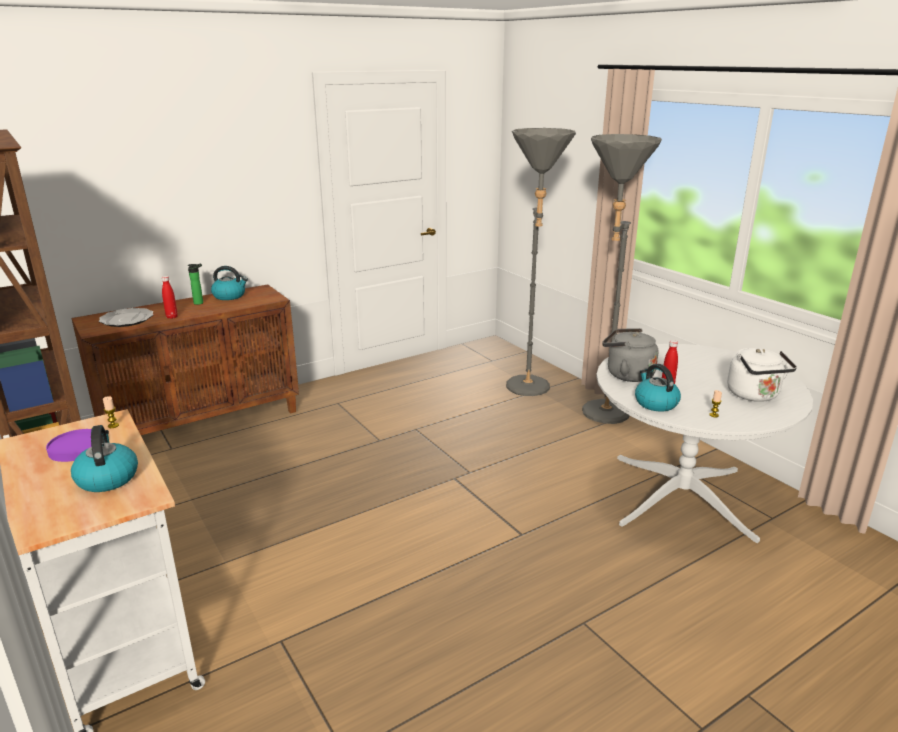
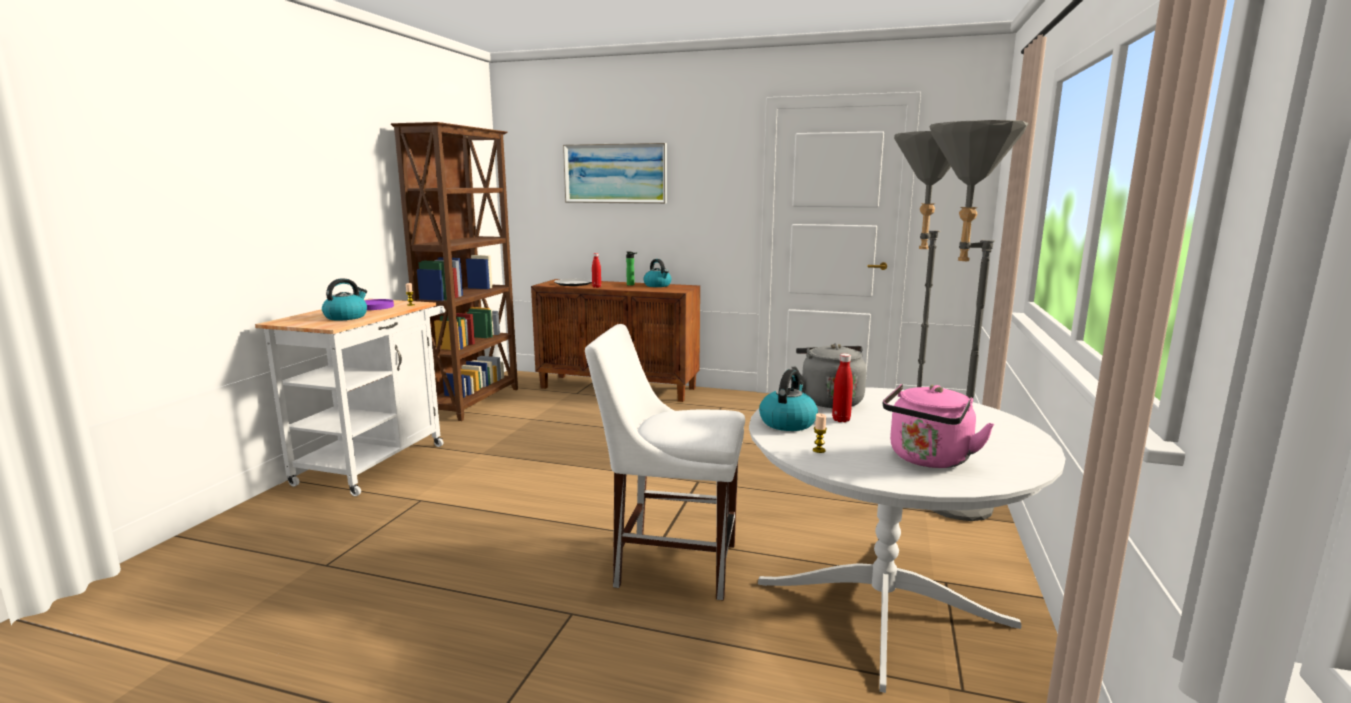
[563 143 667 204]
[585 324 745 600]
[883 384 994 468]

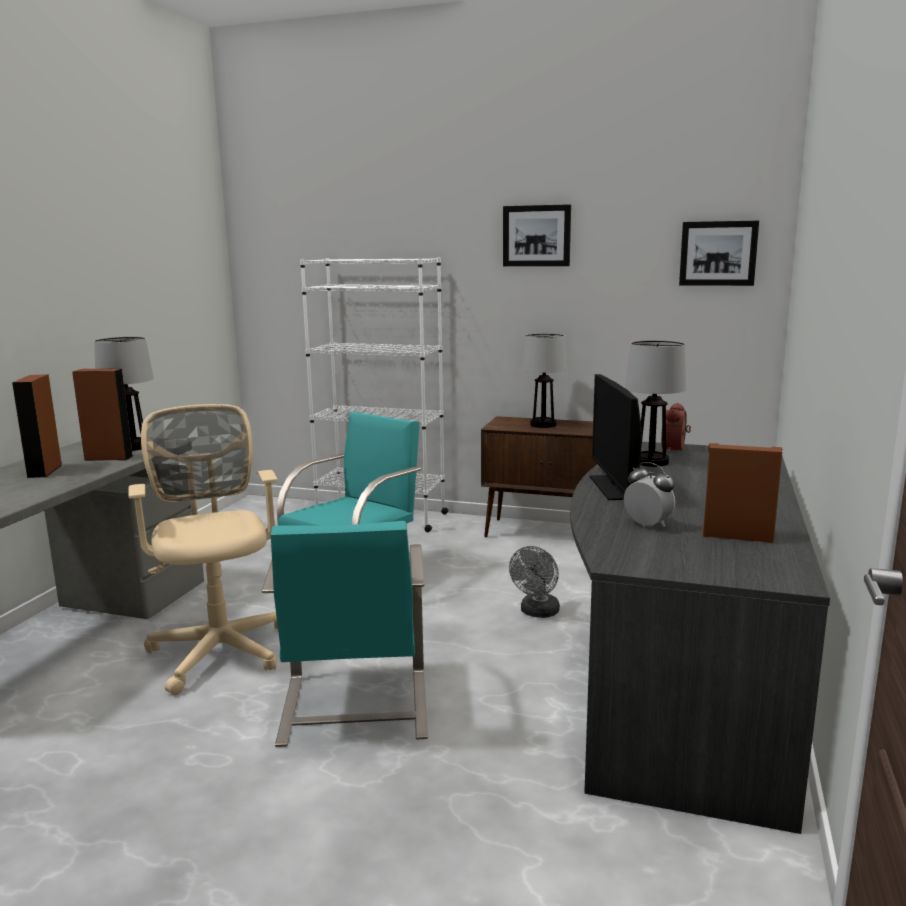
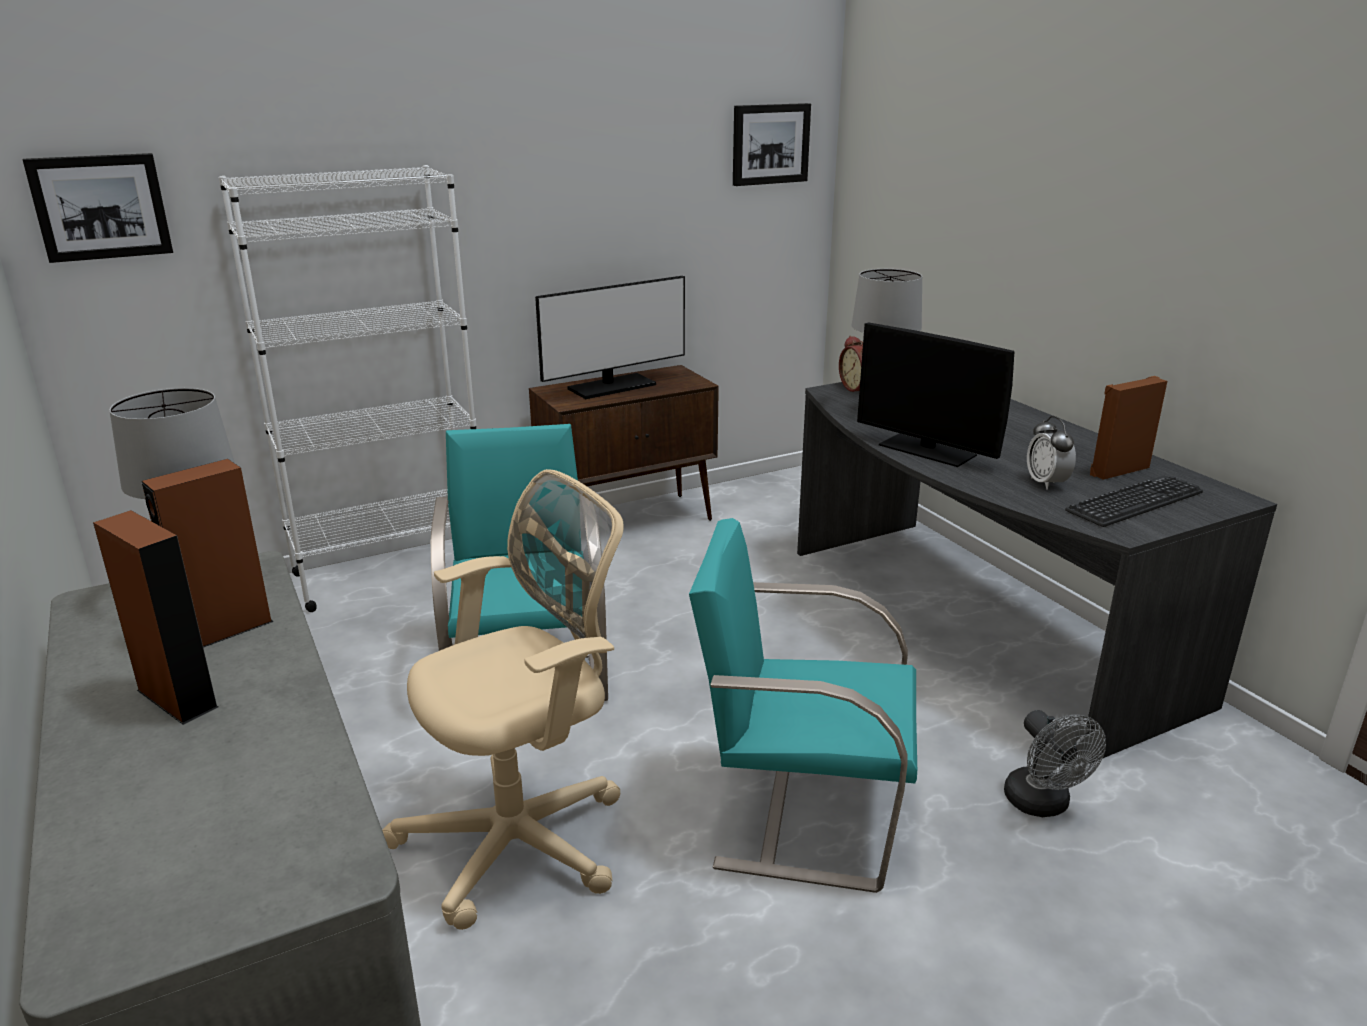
[23 153 173 263]
[382 469 624 930]
[535 276 685 399]
[689 518 917 893]
[1004 710 1106 817]
[1027 416 1076 490]
[1065 476 1203 527]

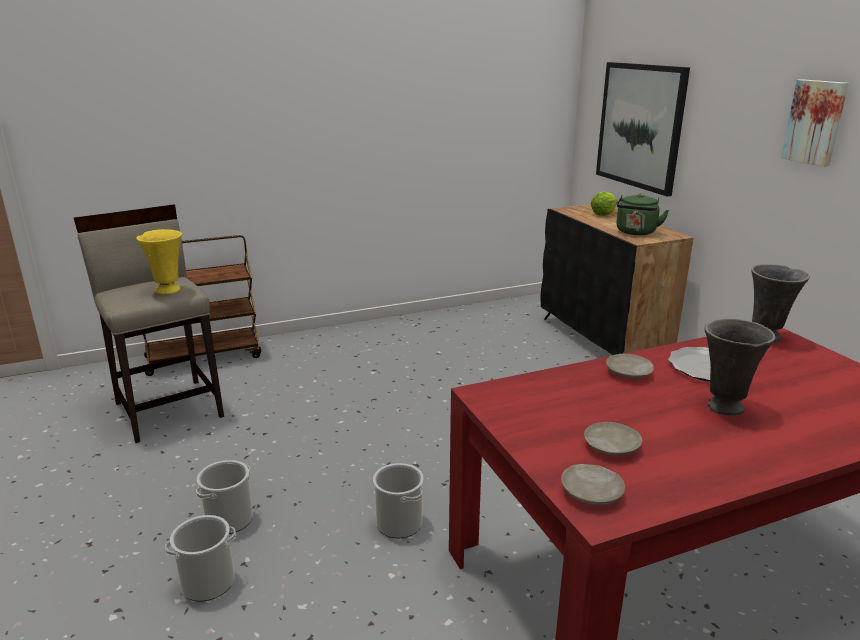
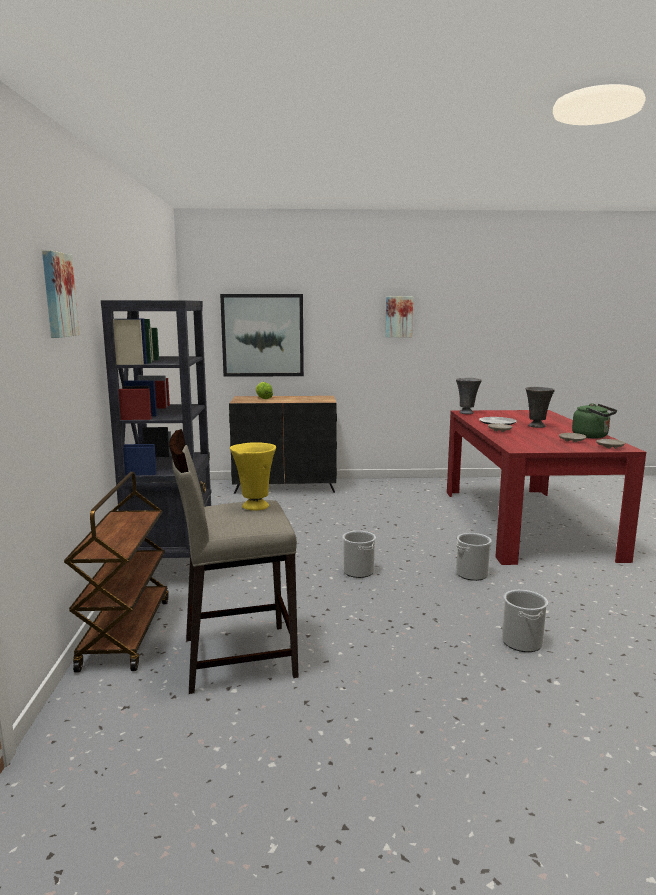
[42 250 79 338]
[101 300 211 558]
[342 531 376 578]
[572 403 617 439]

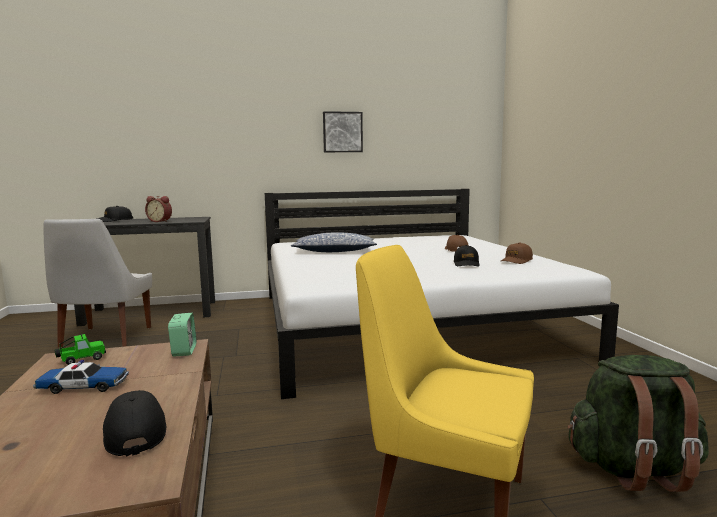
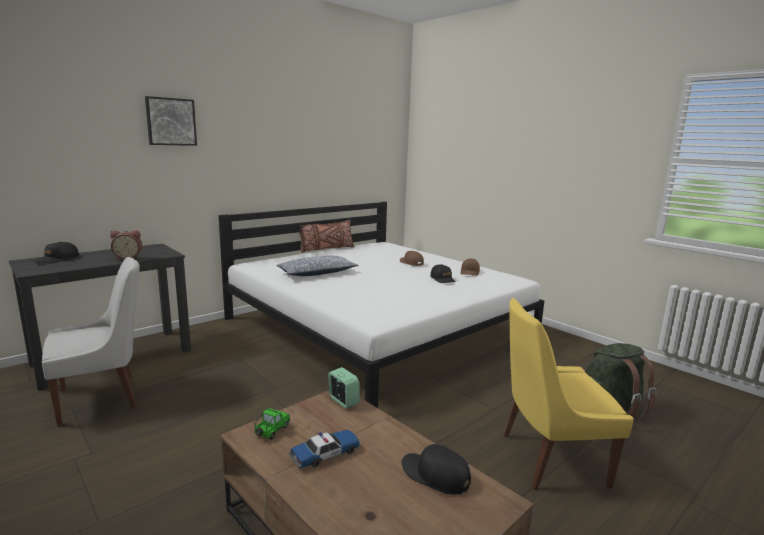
[42 257 140 426]
[145 96 197 146]
[299 220 355 253]

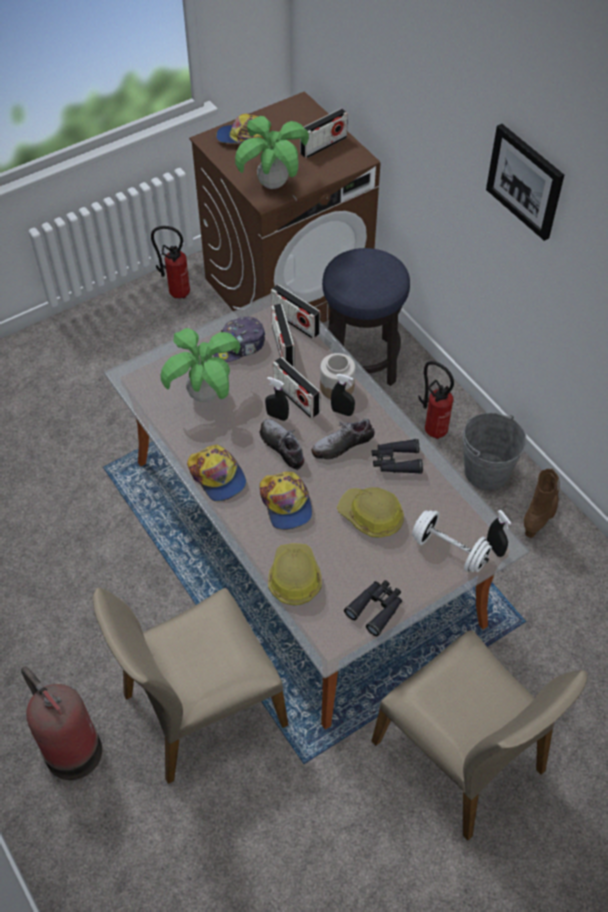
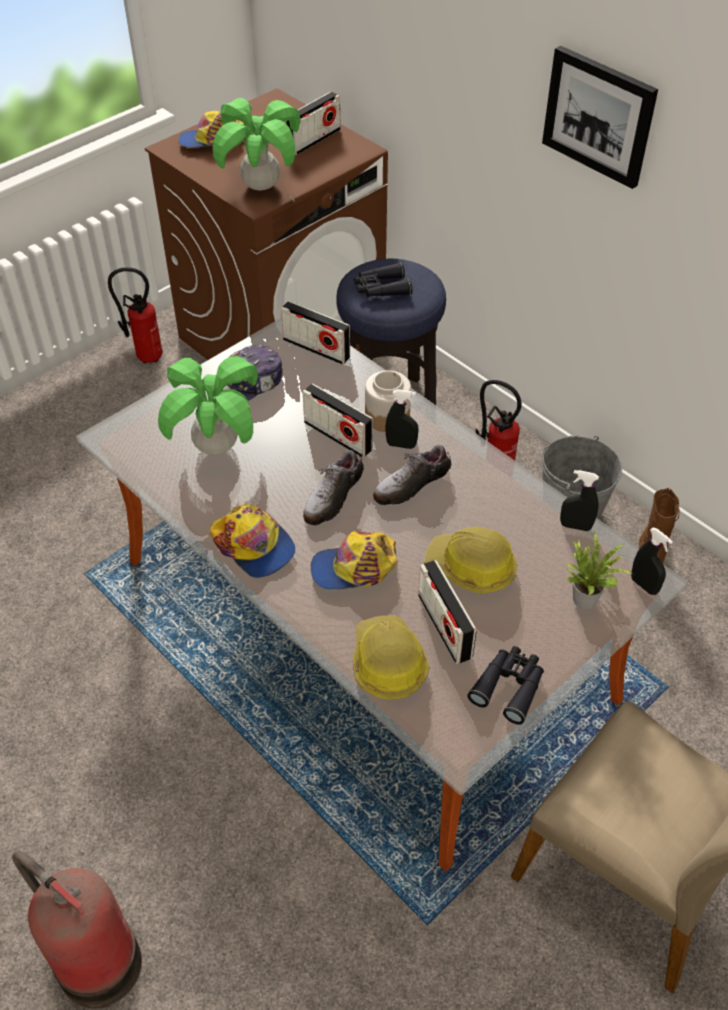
[303 450 364 526]
[311 531 398 590]
[354 262 412 297]
[418 560 477 664]
[560 470 599 531]
[564 532 633 609]
[93 587 288 784] (first image)

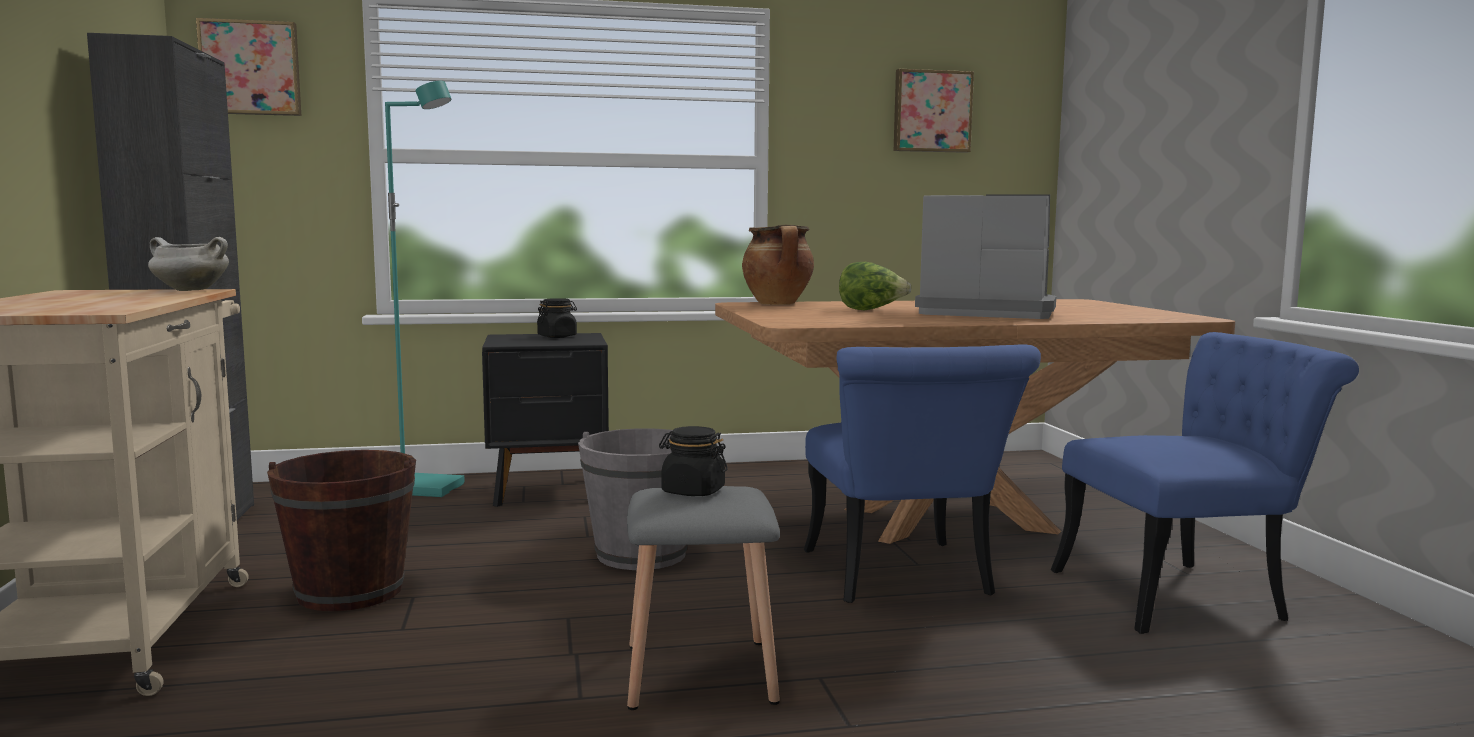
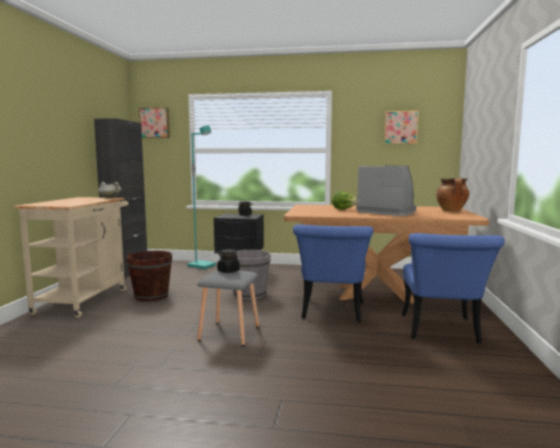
[402 233 505 344]
[436 178 469 212]

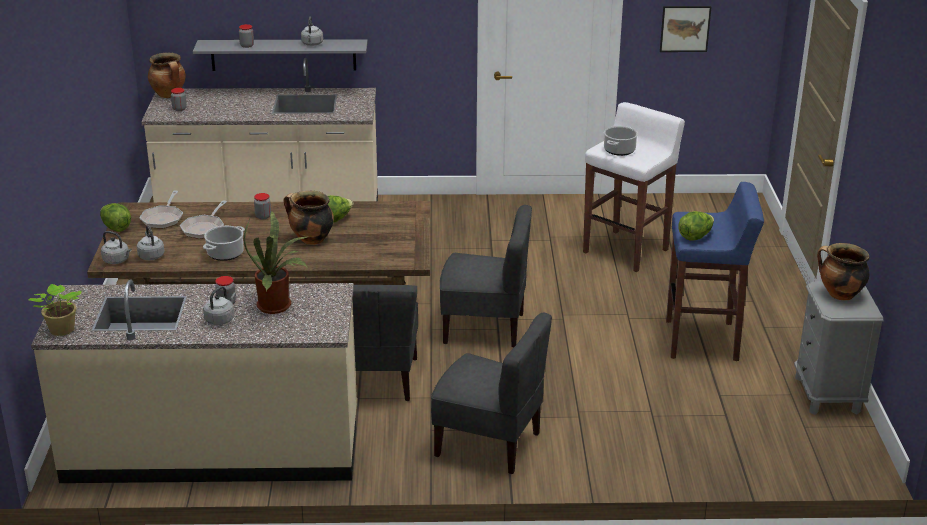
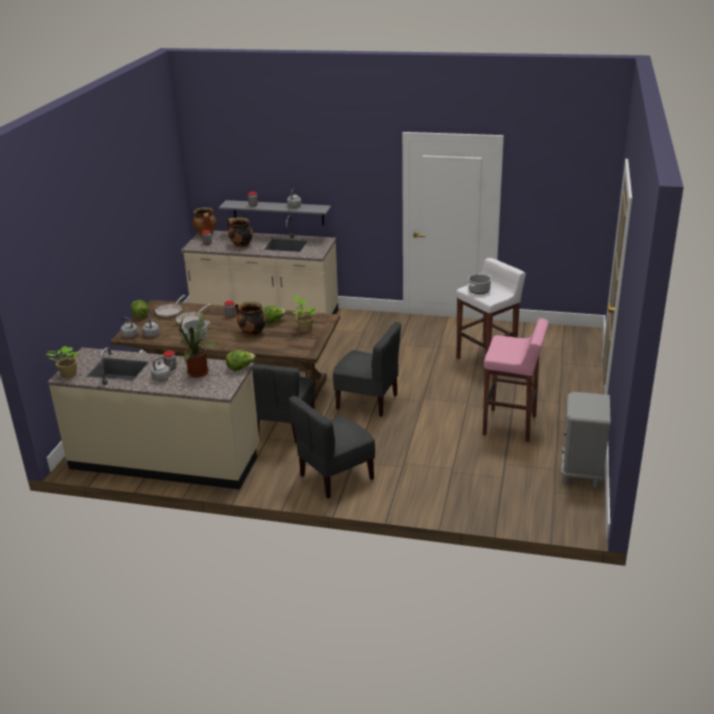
[226 350 255 371]
[227 218 253 247]
[289 396 375 498]
[292 295 316 332]
[483 318 549 442]
[660 6 711 52] (first image)

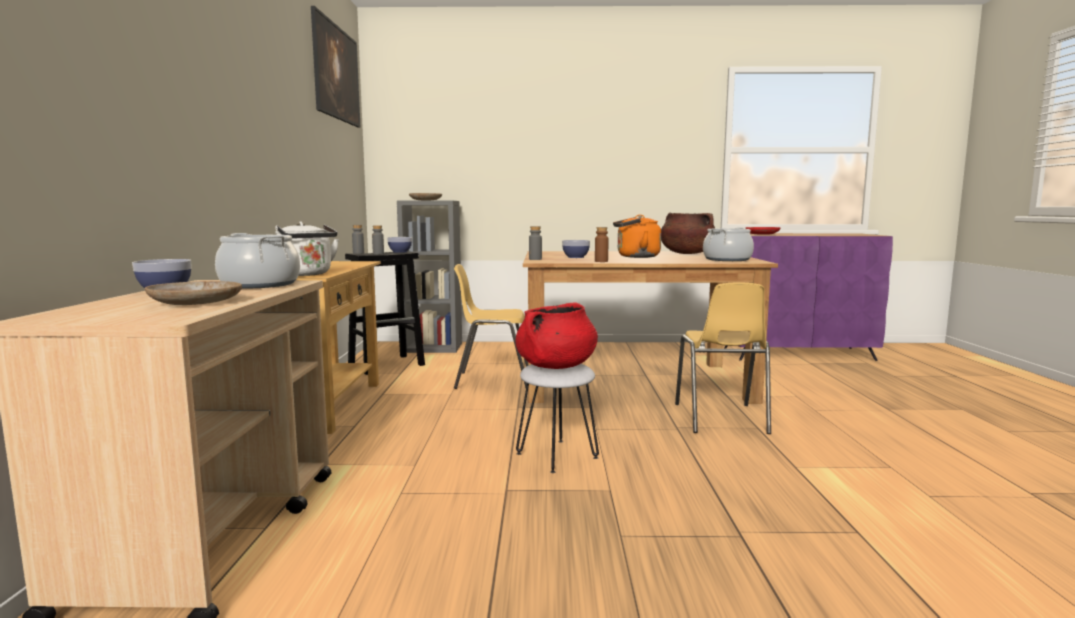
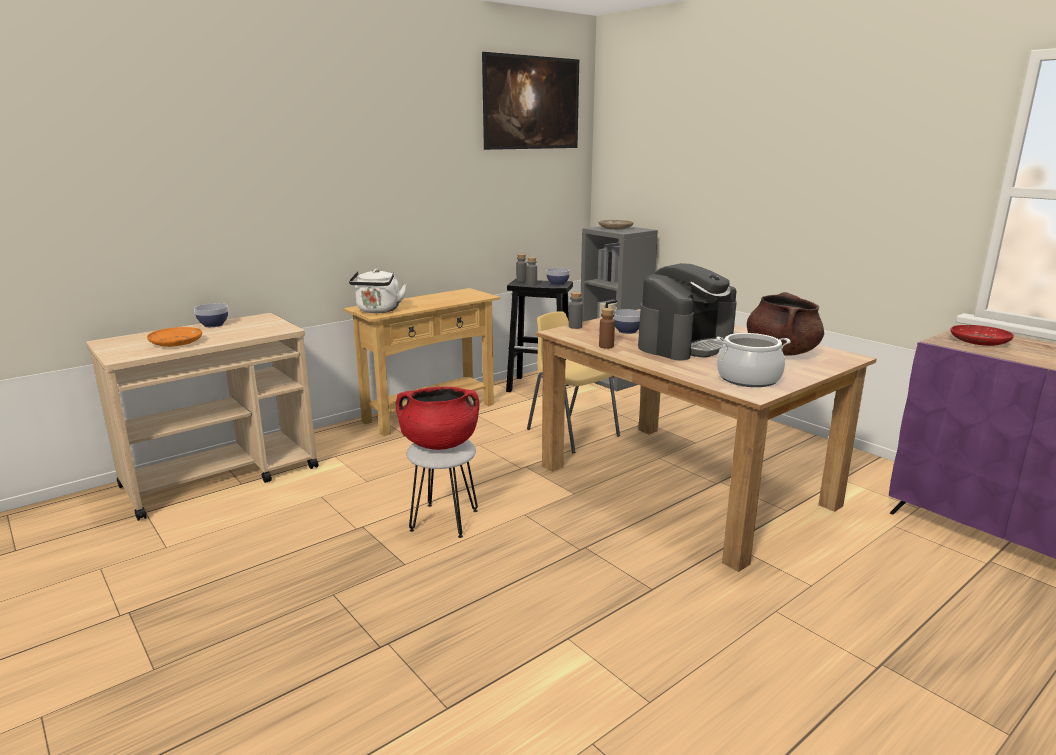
[147 327 202 347]
[638 263 737 360]
[215 233 300 288] (first image)
[675 283 771 434] (first image)

